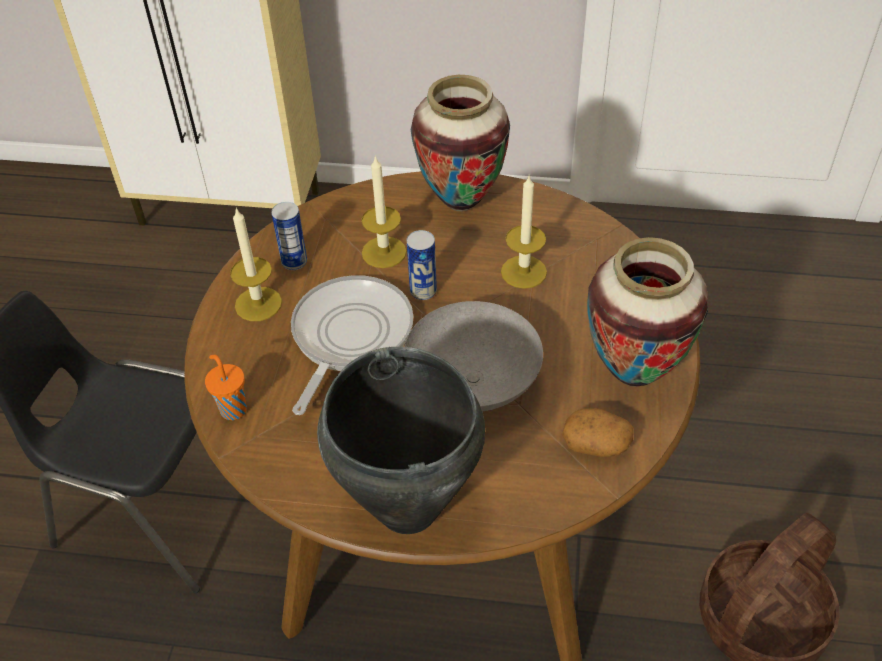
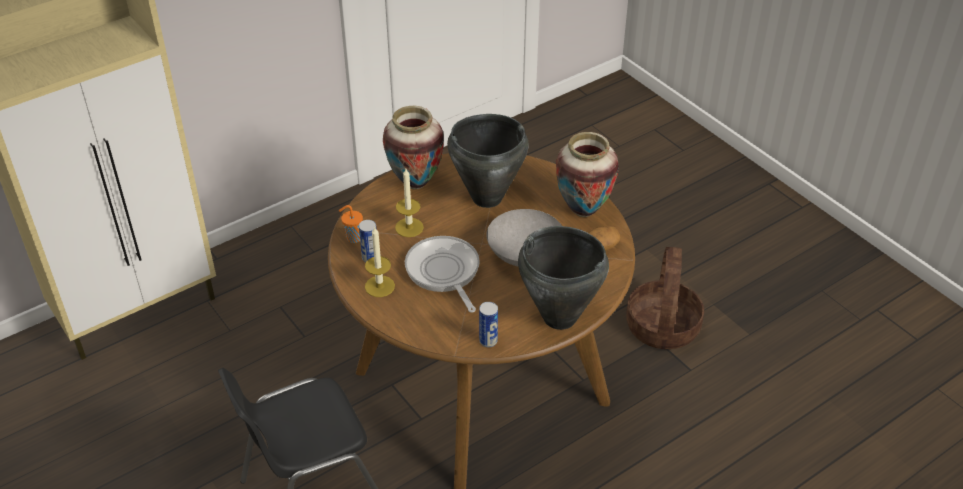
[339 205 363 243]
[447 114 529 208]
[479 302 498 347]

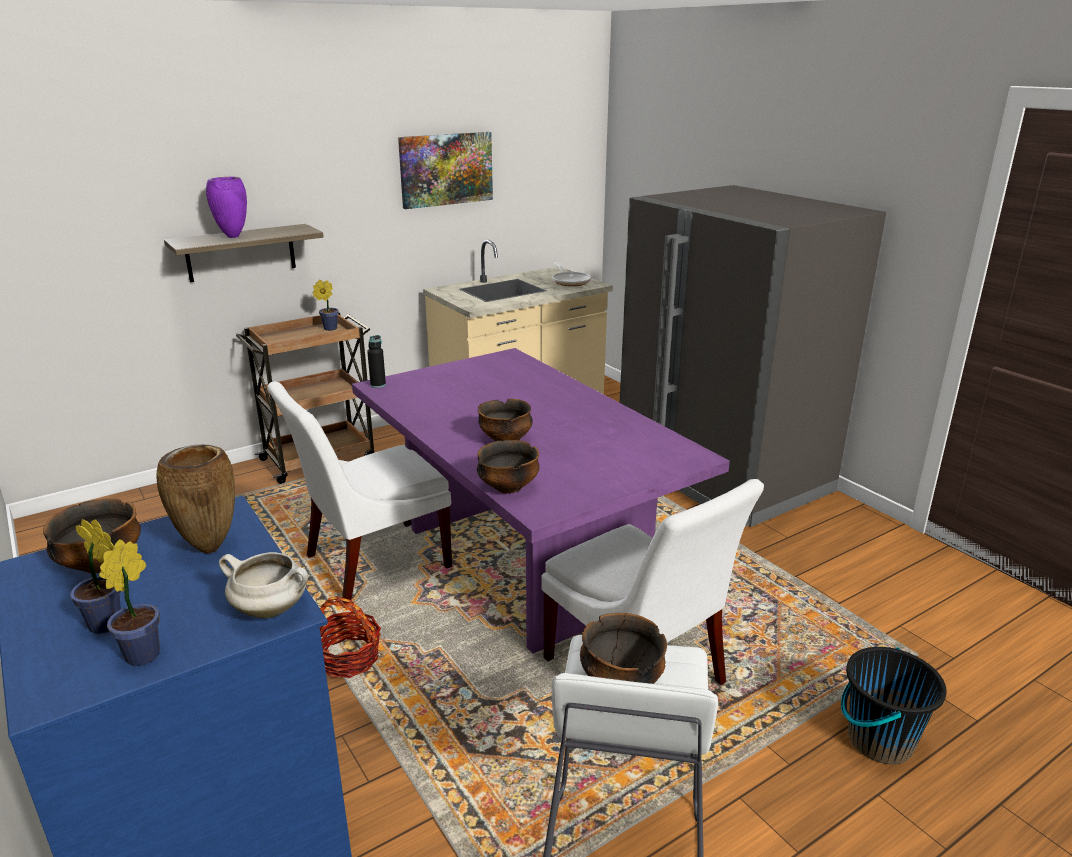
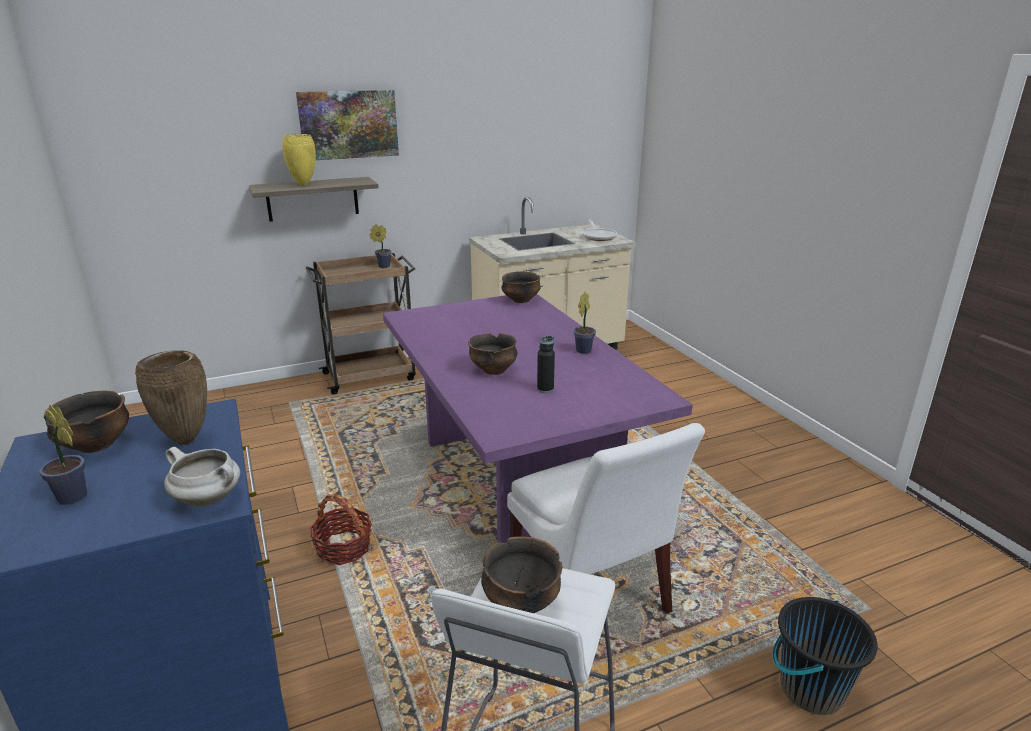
[282 134 316 186]
[296 90 399 160]
[502 271 541 303]
[537 336 555 393]
[573 292 596 354]
[267 382 452 604] (first image)
[620 185 886 527] (first image)

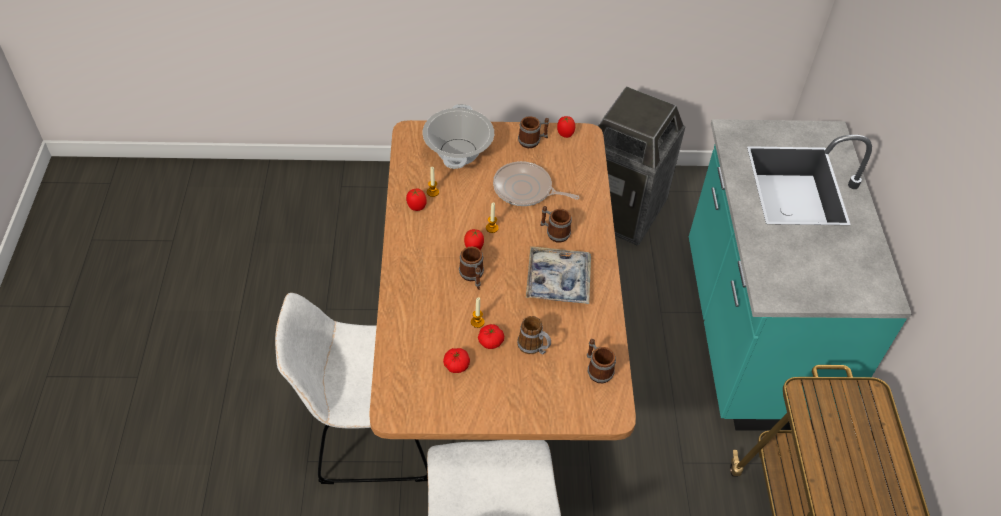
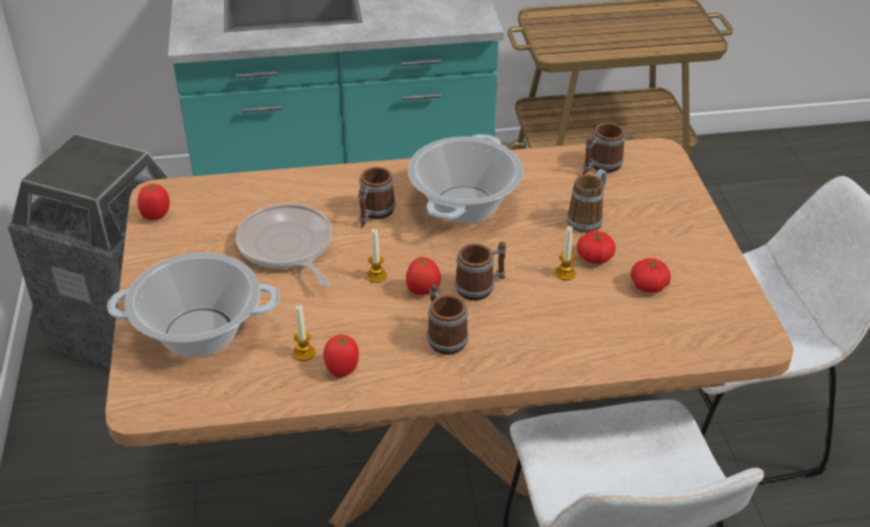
[236 204 332 287]
[408 134 523 223]
[427 283 469 355]

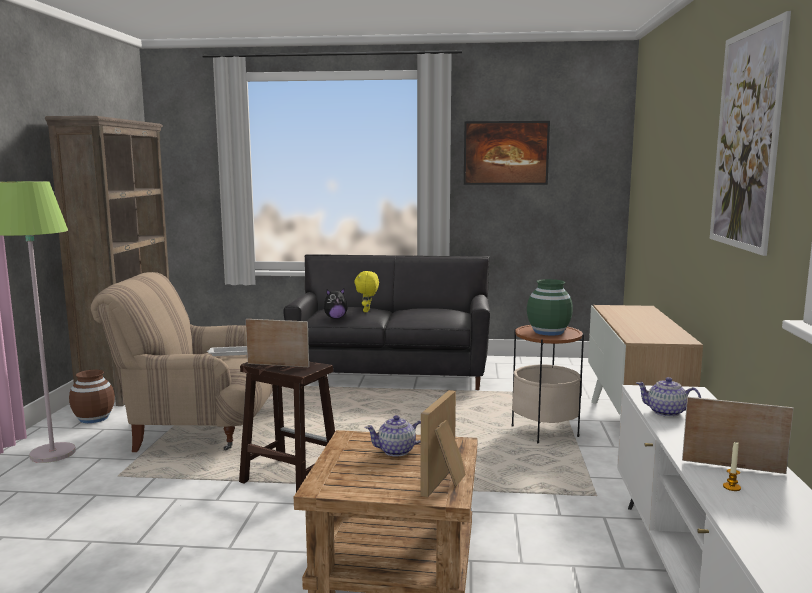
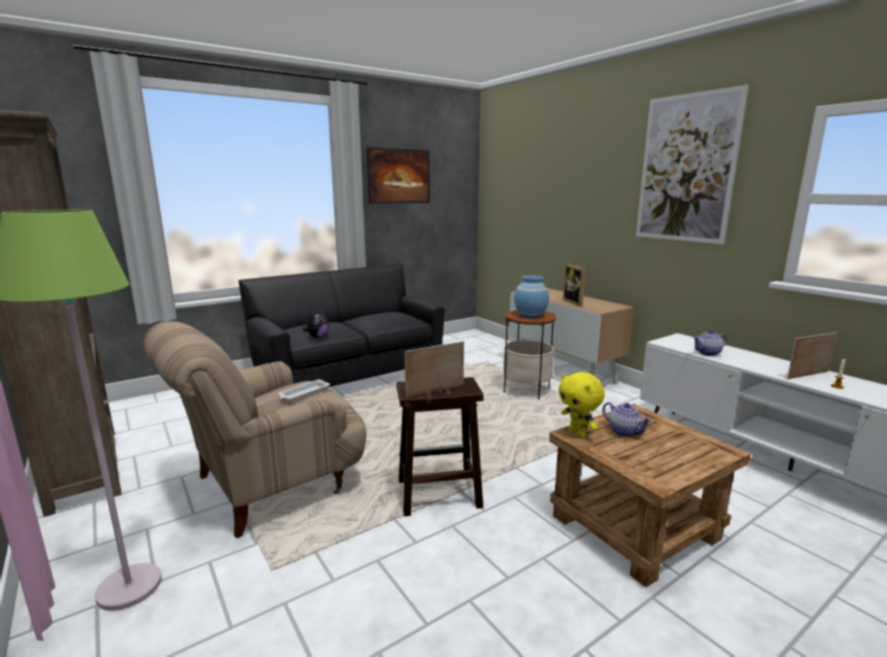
[514 275 549 318]
[559 372 605 438]
[563 264 586 307]
[602 402 652 437]
[69 369 115 423] (first image)

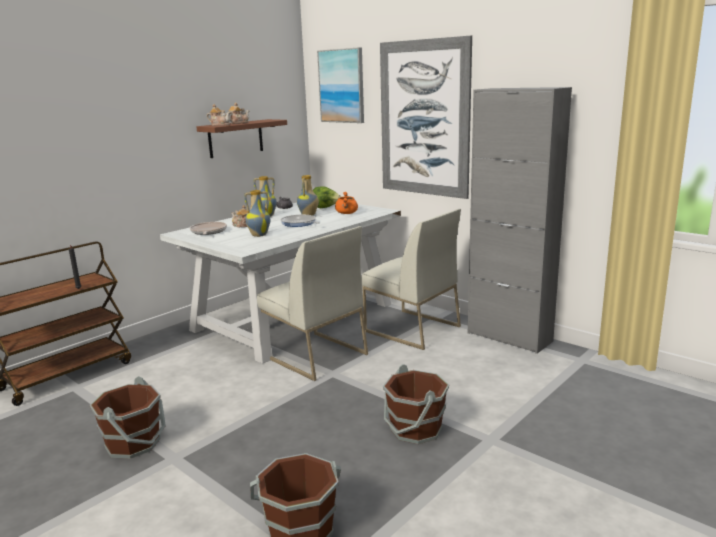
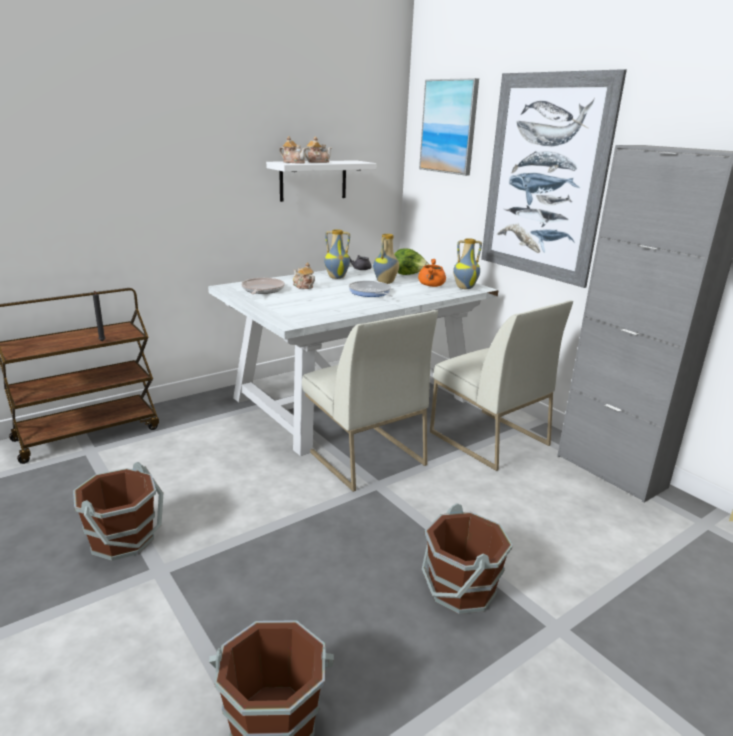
[266 160 376 202]
[453 238 482 289]

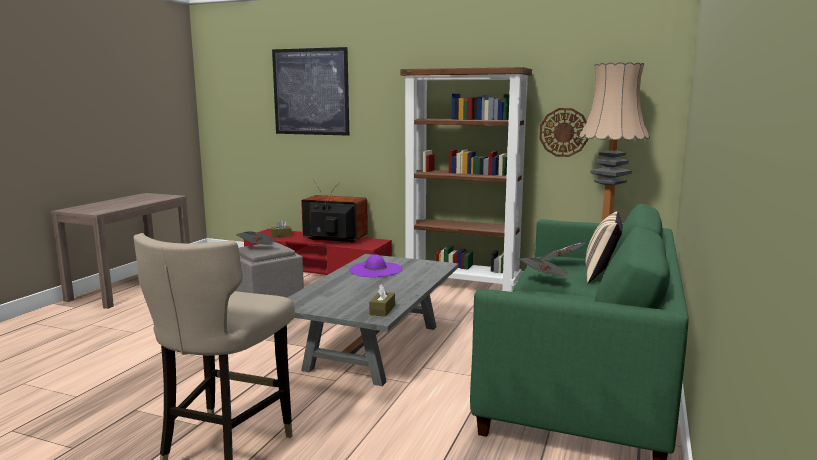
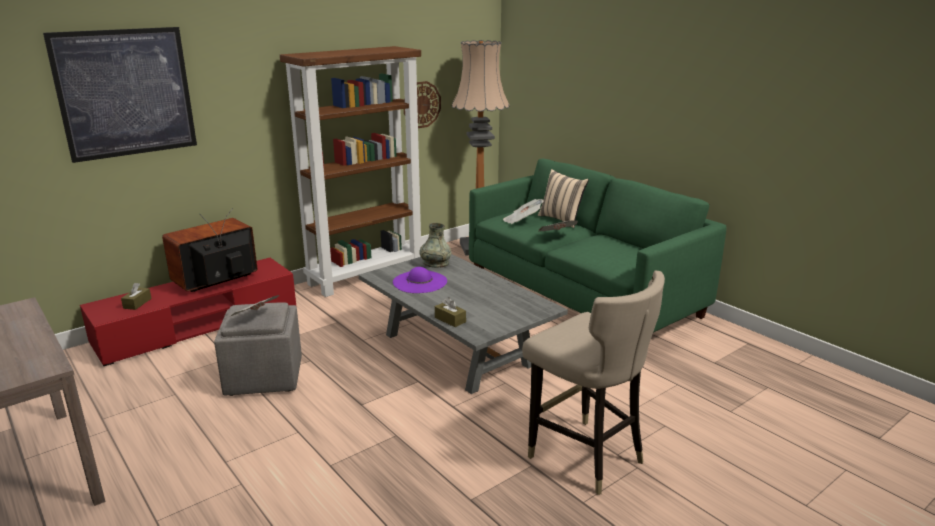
[419 223 451 268]
[435 297 466 327]

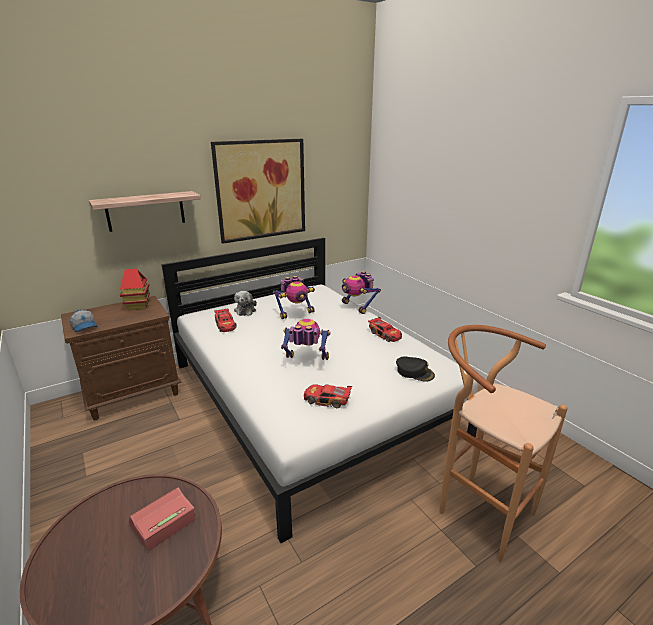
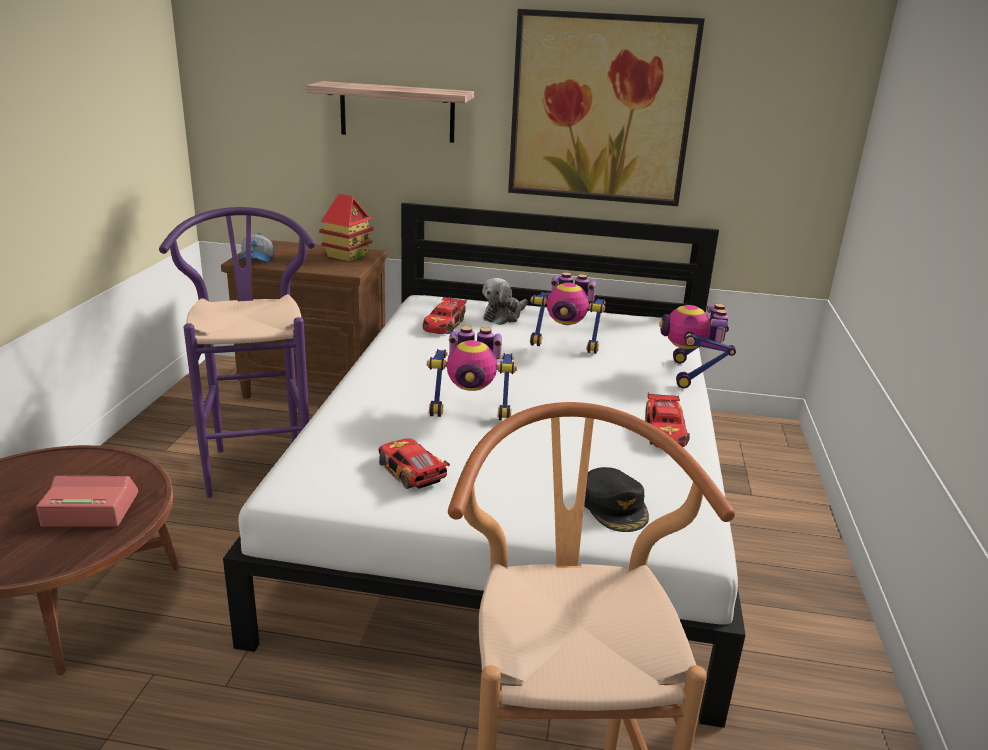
[159 207 315 498]
[427 326 517 420]

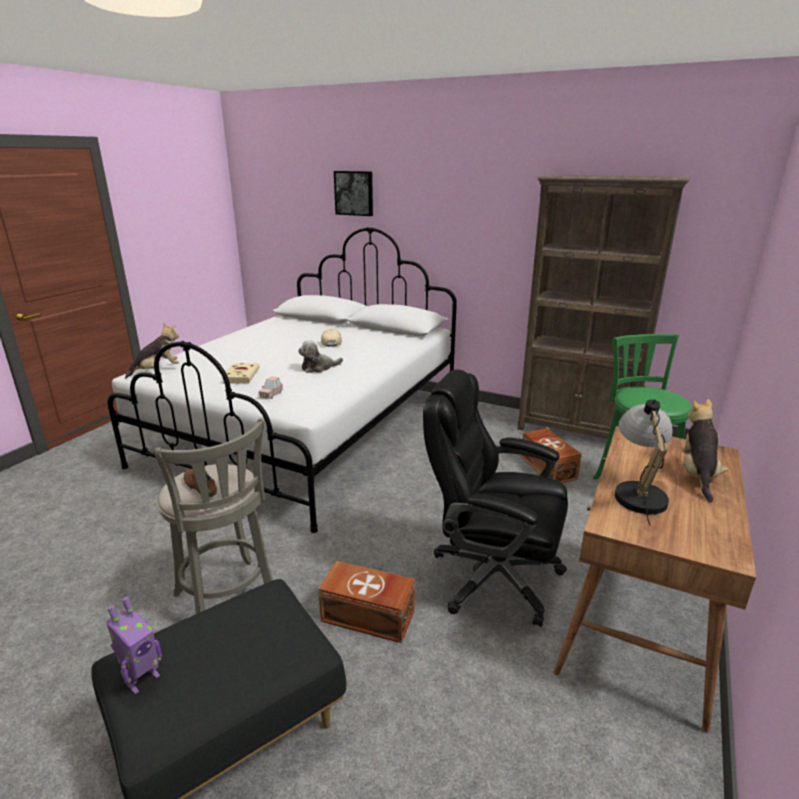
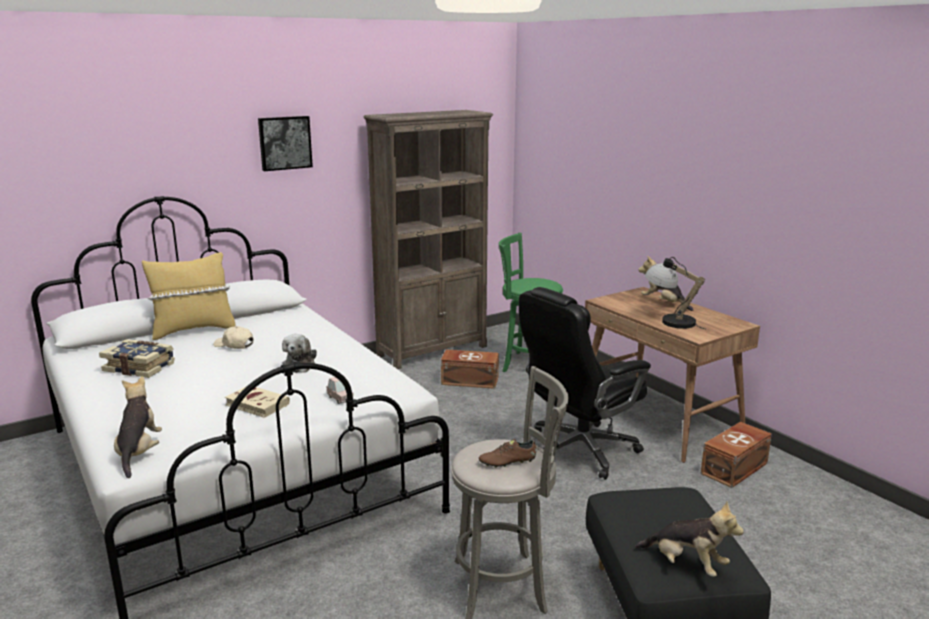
[99 339 175 378]
[142 252 236 340]
[258 116 313 171]
[635 501 744 577]
[701 422 772 488]

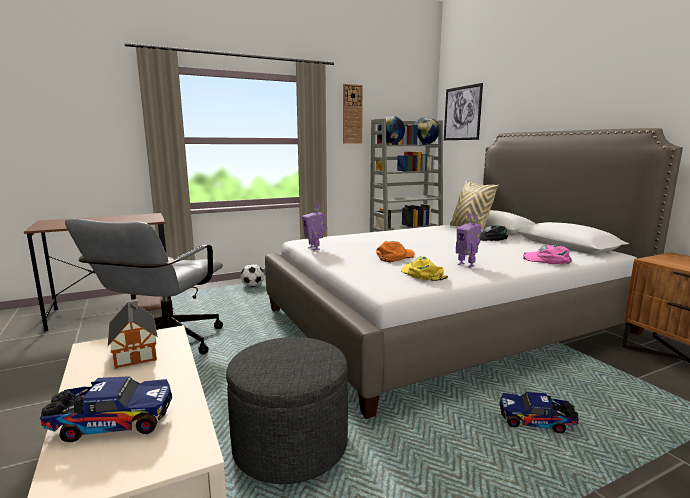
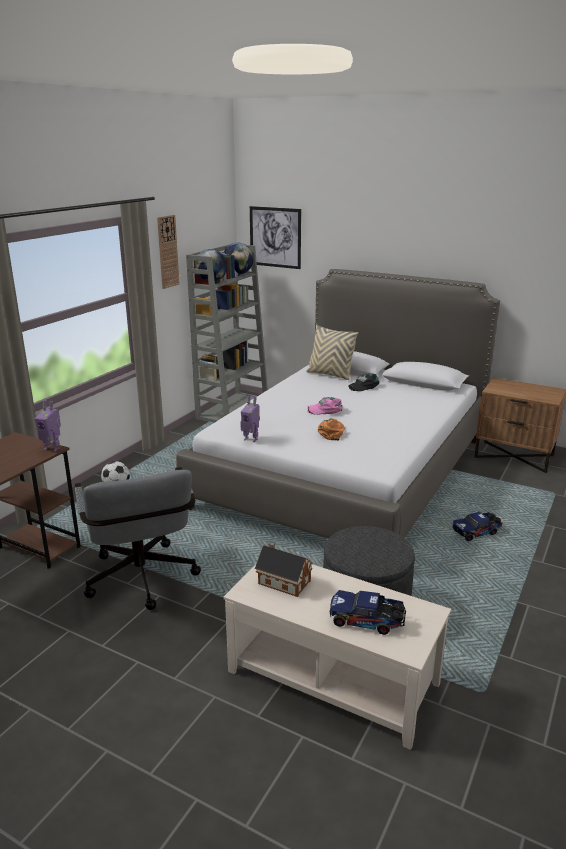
[35 400 61 452]
[307 397 343 415]
[330 590 406 635]
[401 257 448 281] (first image)

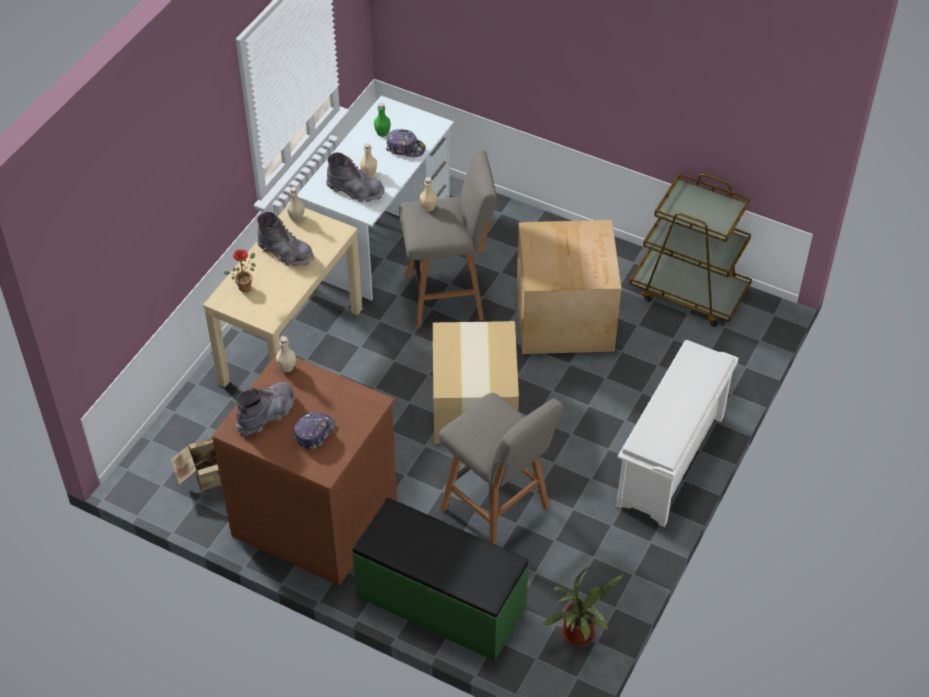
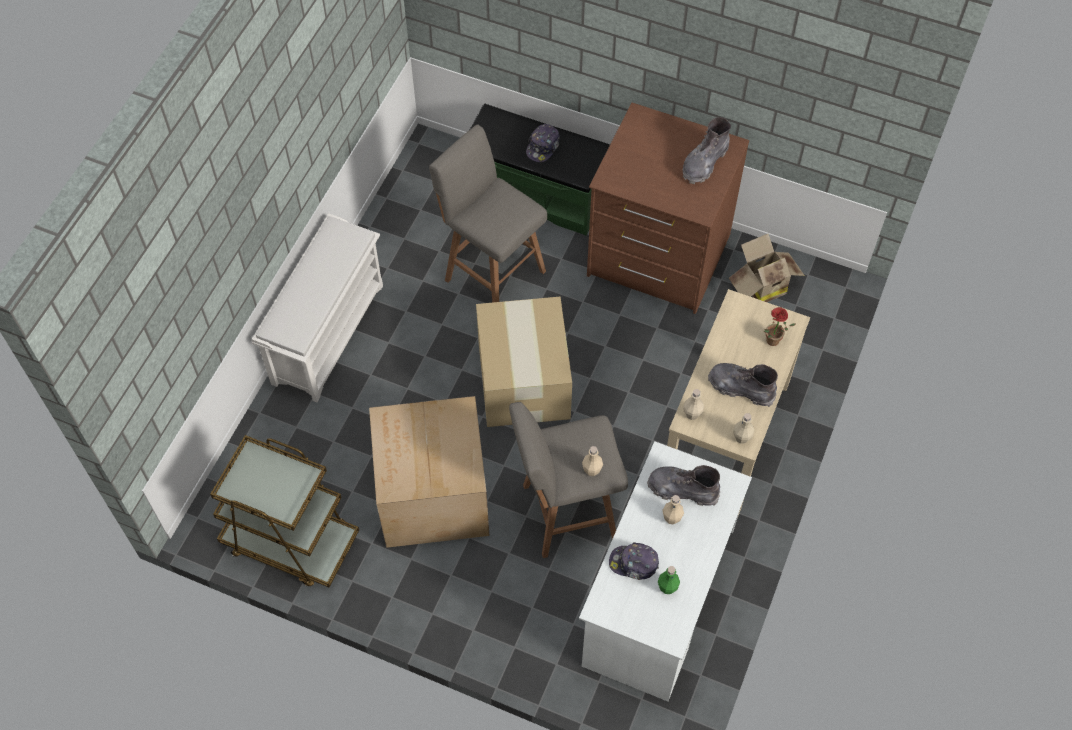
[526 124 560 162]
[683 389 704 420]
[542 564 624 646] (first image)

